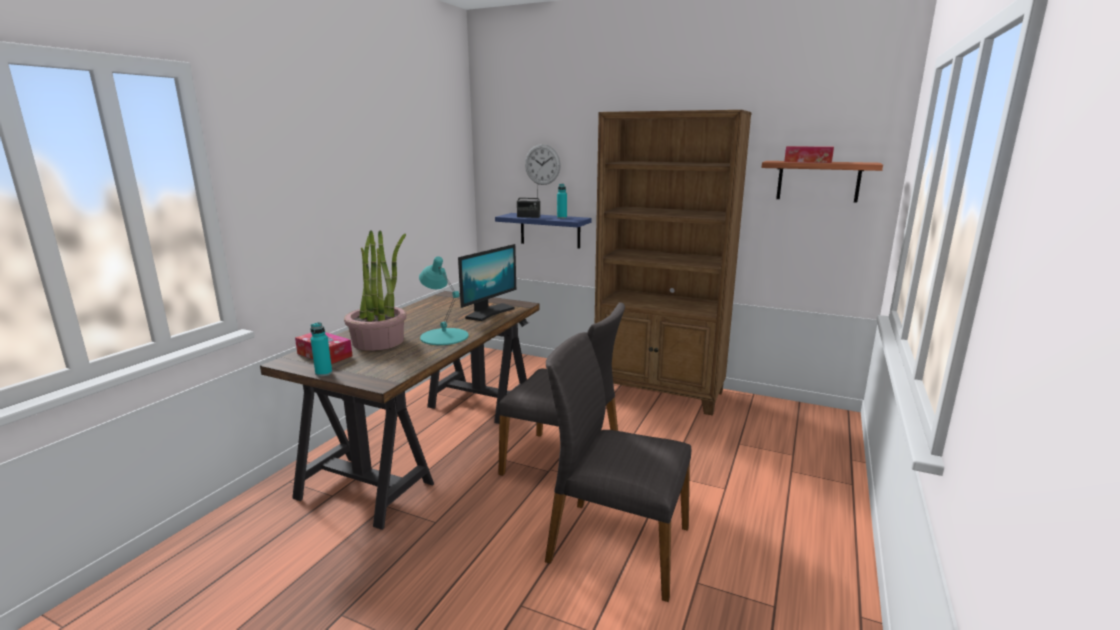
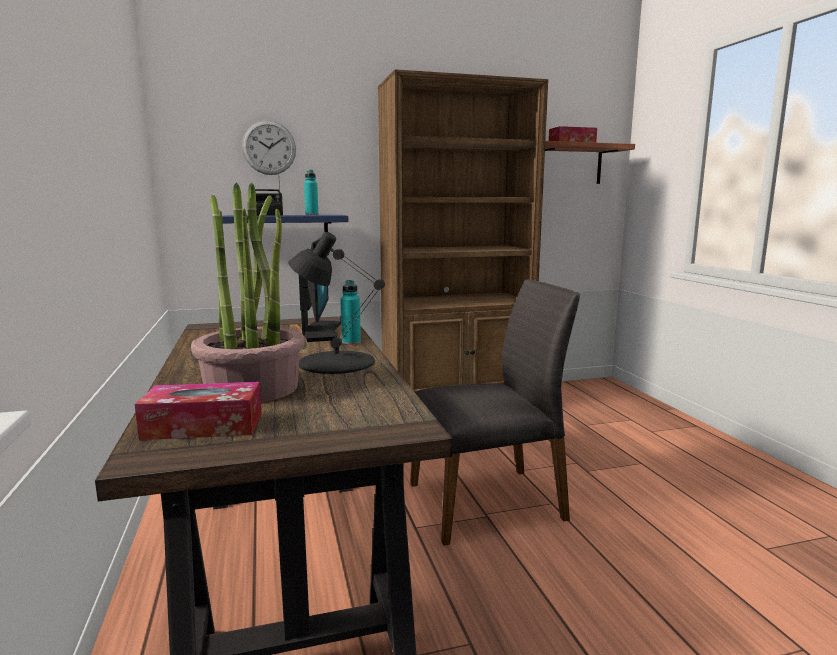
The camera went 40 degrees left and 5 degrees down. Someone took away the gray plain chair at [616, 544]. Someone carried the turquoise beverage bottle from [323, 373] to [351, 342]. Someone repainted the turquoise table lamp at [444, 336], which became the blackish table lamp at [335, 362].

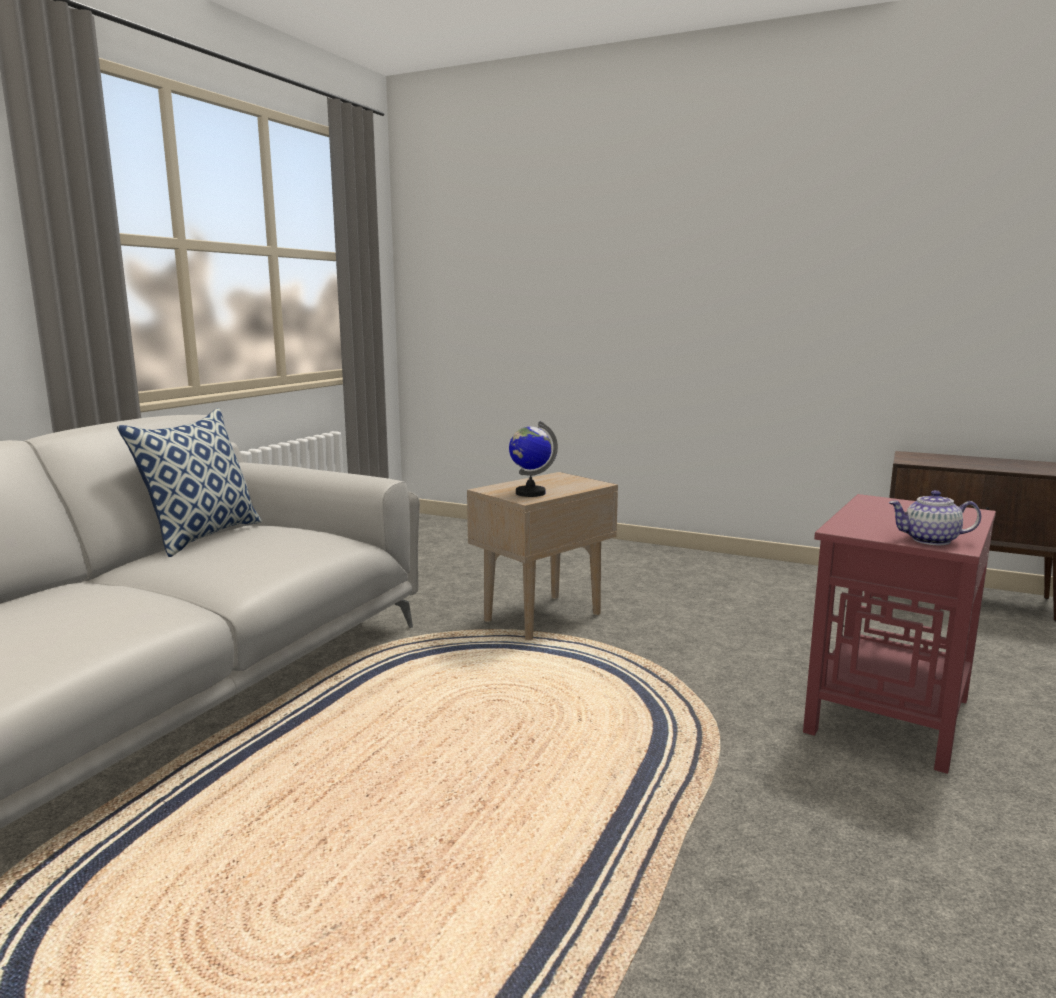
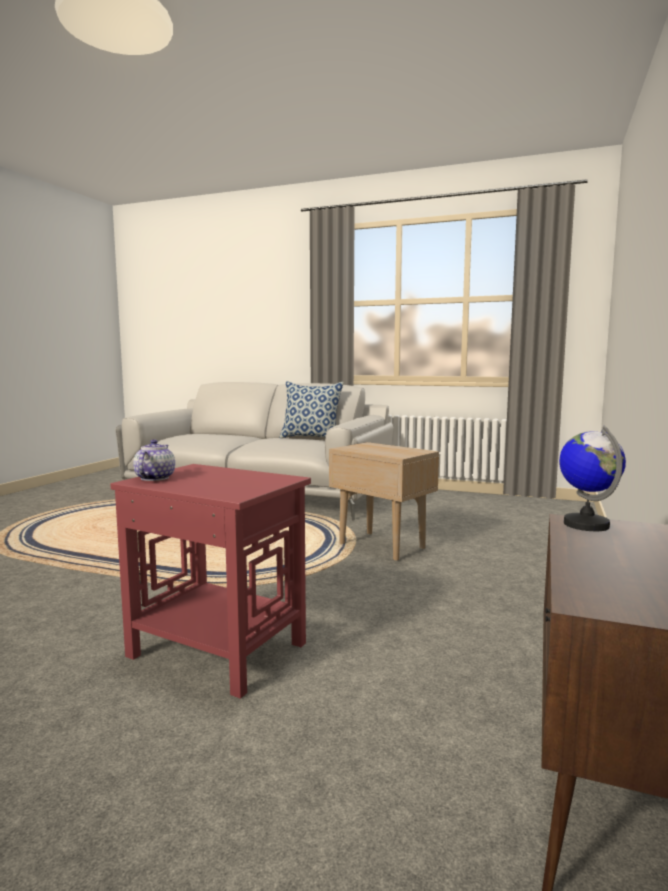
The camera went 85 degrees right and 5 degrees down. Someone carried the globe from [530, 493] to [586, 524].

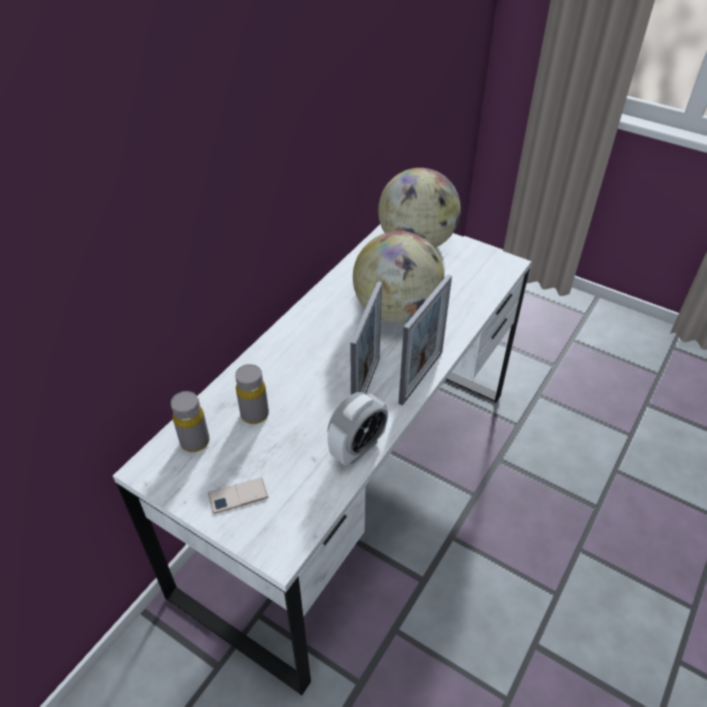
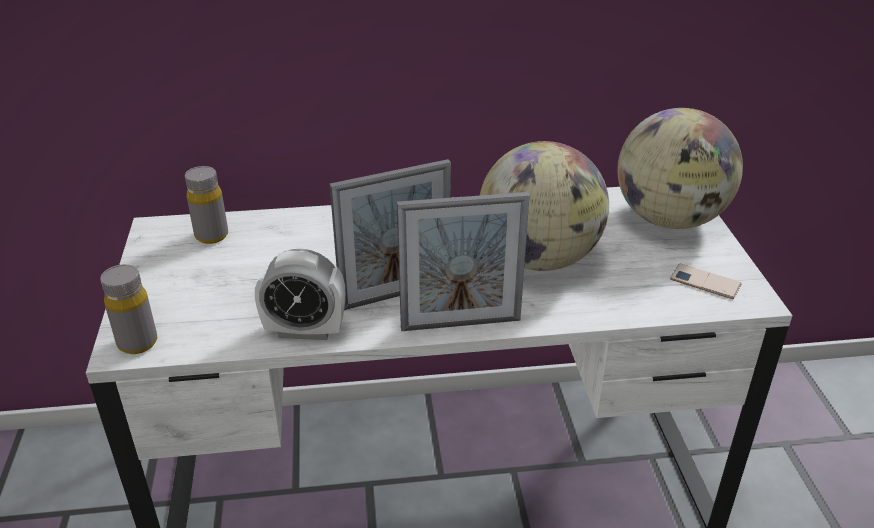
The camera went 50 degrees right and 10 degrees down. Someone carried the telephone from [238, 495] to [705, 282]. Someone carried the gray beverage bottle from [254, 414] to [137, 342].

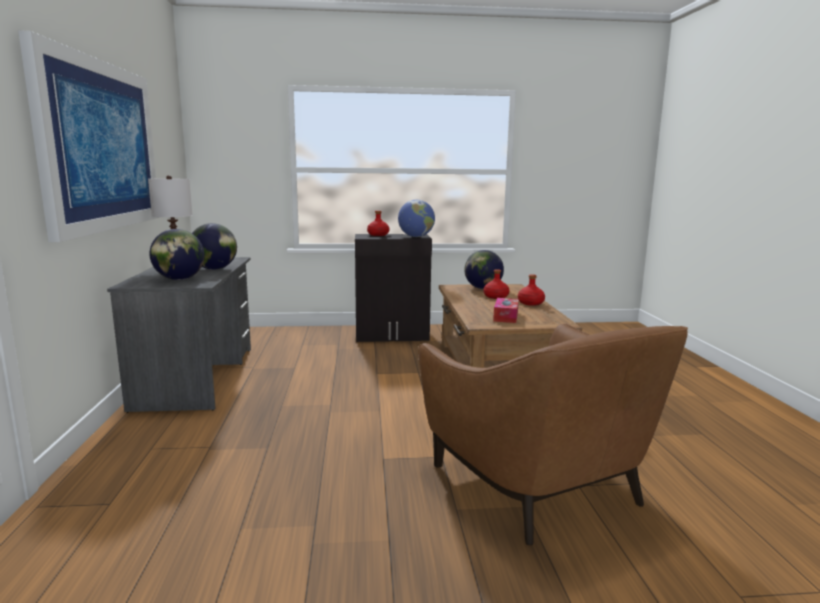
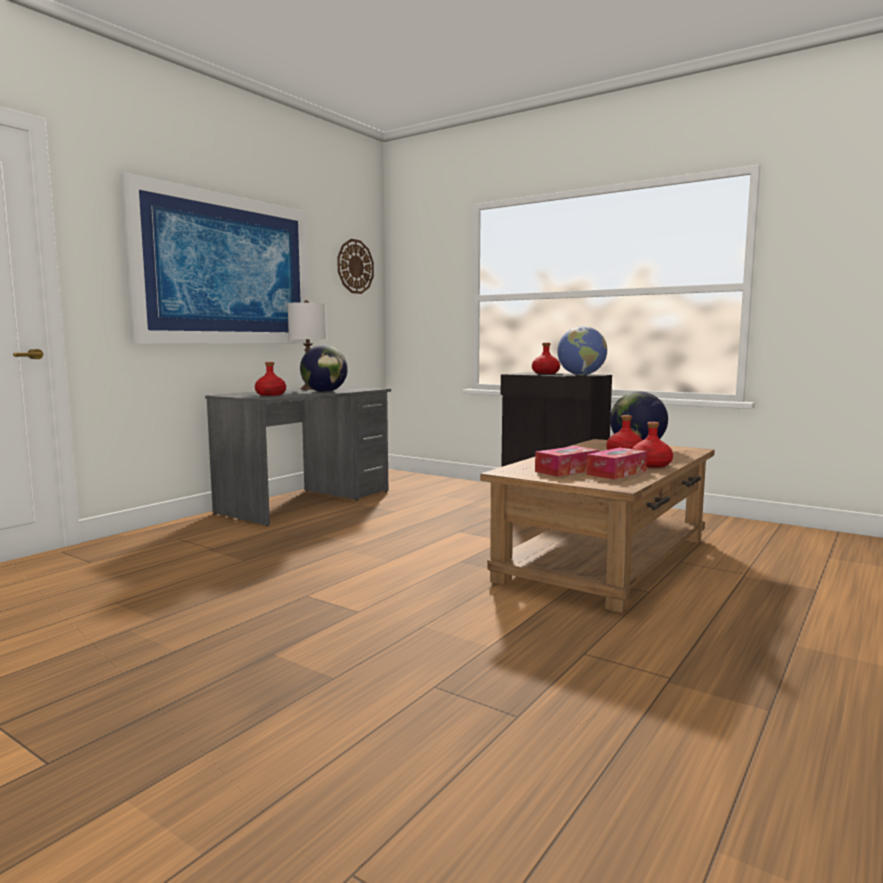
The camera went 40 degrees right and 5 degrees down. Someone took away the brownish lounge chair at [538, 485]. Someone put up the clock on the wall at [355, 266]. Someone put down the tissue holder at [616, 472]. Someone swapped the globe at [179, 279] for the red-coloured beverage bottle at [270, 394].

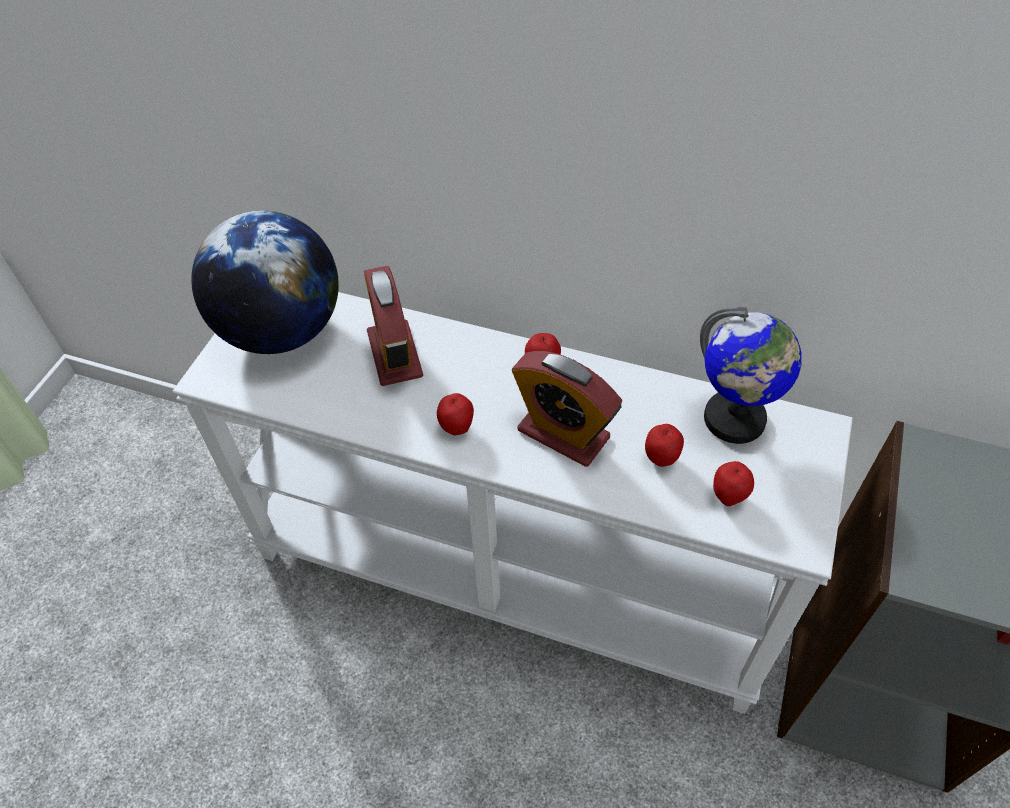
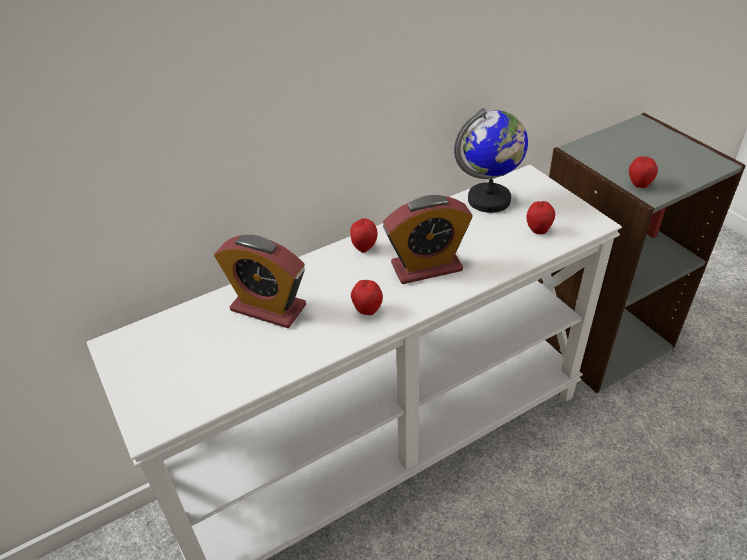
The camera went 50 degrees left and 10 degrees down. Someone took away the globe at [282, 331]. Someone carried the apple from [661, 458] to [639, 185].

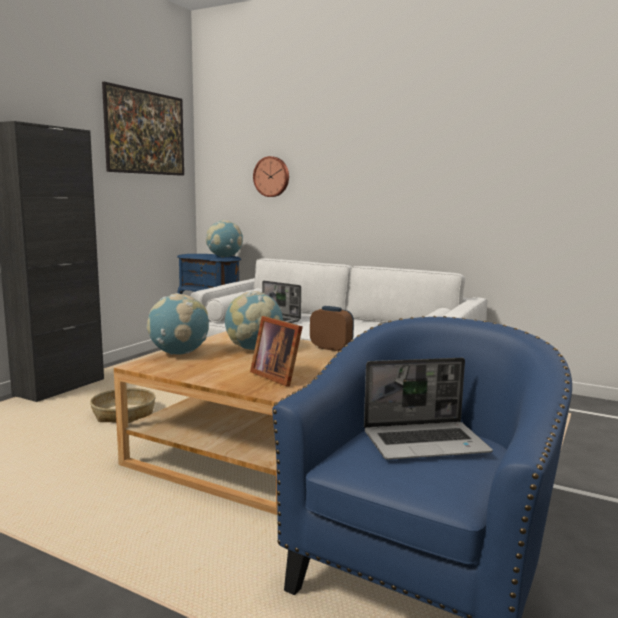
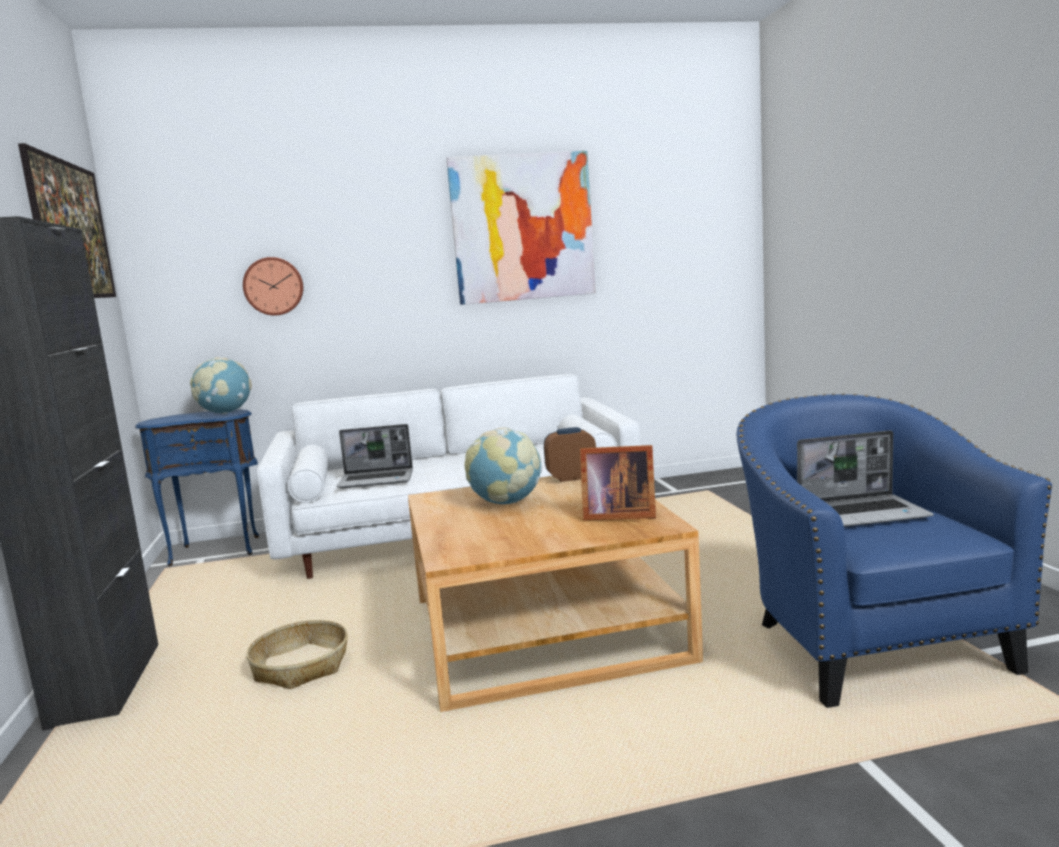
The camera went 40 degrees left and 0 degrees up. Someone took away the globe at [179, 353]. Someone put up the wall picture at [522, 228]. Someone rotated the notebook computer at [426, 442] by 45 degrees clockwise.

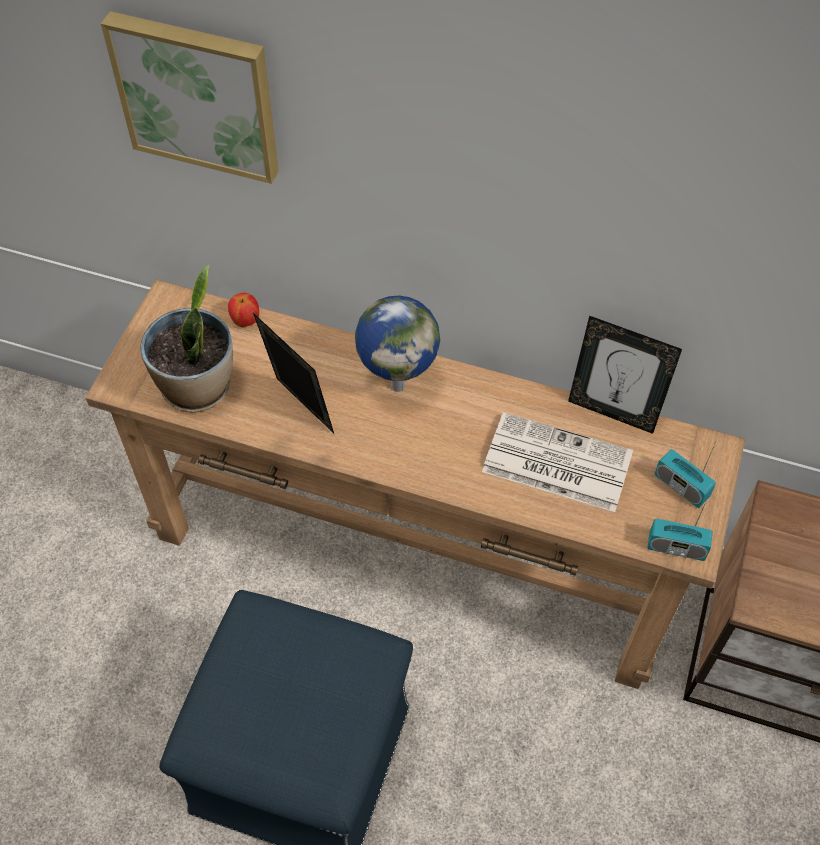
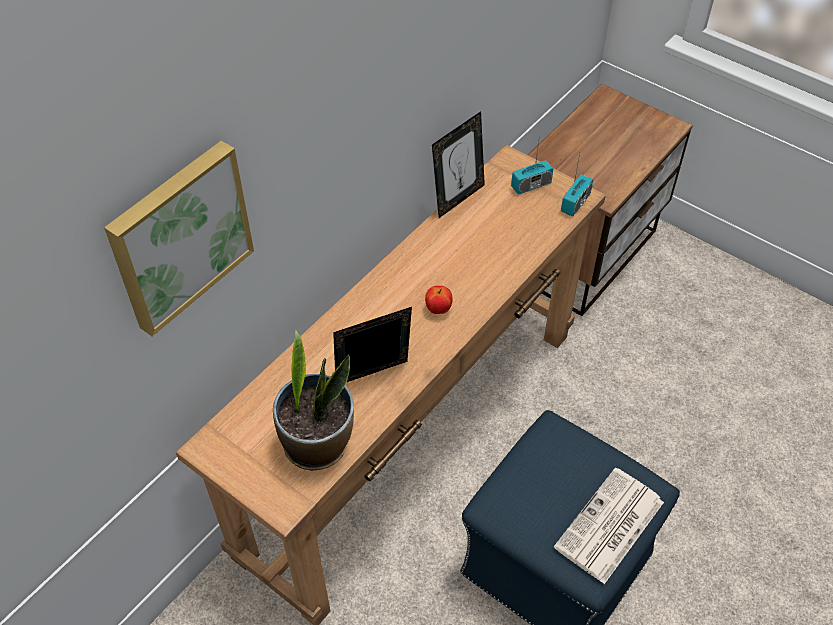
The camera went 70 degrees left and 5 degrees down. Someone took away the globe at [398, 384]. Someone carried the apple from [245, 321] to [438, 309]. Someone carried the daily paper from [555, 463] to [609, 526].

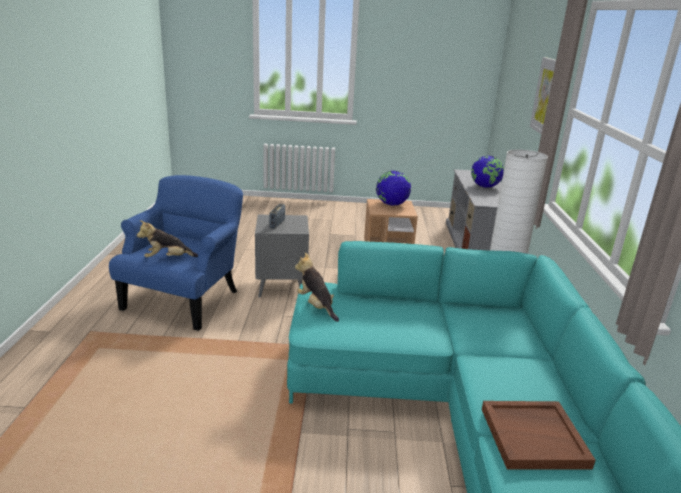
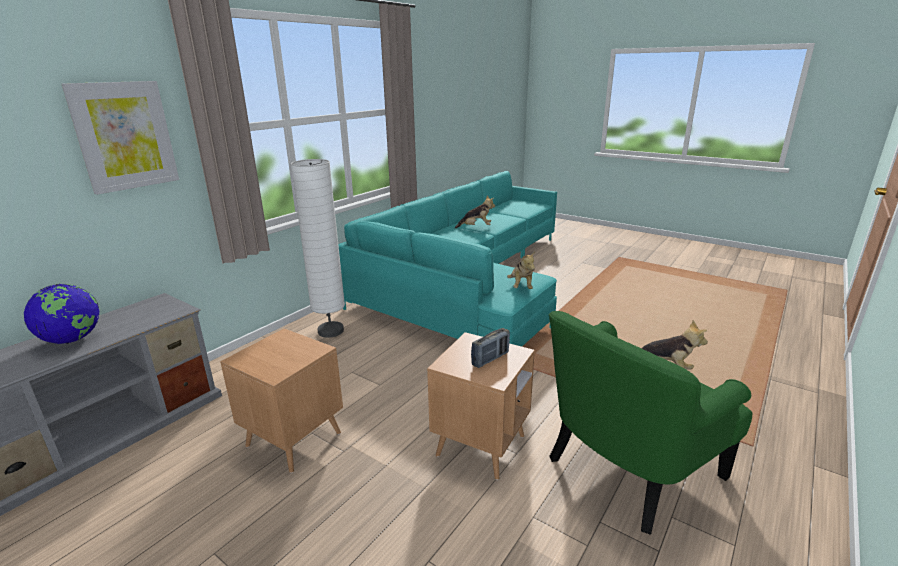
The camera went 145 degrees left and 0 degrees up. Someone took away the globe at [391, 204]. Someone swapped the brownish serving tray at [534, 436] for the soft toy at [476, 227]. Someone repainted the bluish lounge chair at [185, 299], which became the greenish lounge chair at [629, 467]. Someone repainted the gray side table at [281, 286], which became the brownish side table at [481, 445].

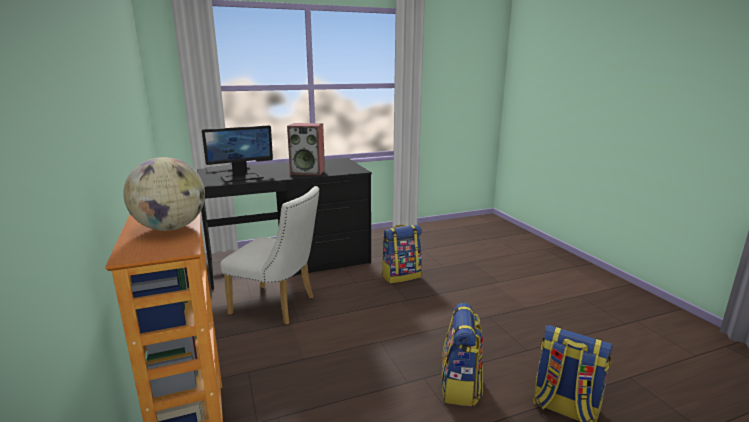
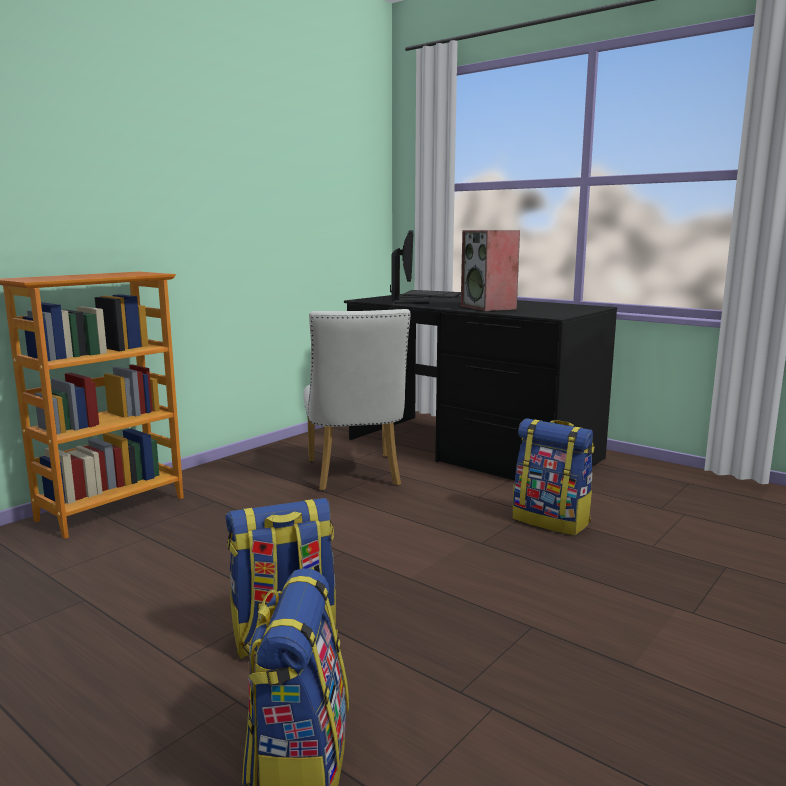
The camera went 60 degrees right and 5 degrees down. Someone took away the globe at [171, 228]. Someone rotated the monitor at [242, 177] by 120 degrees counterclockwise.

